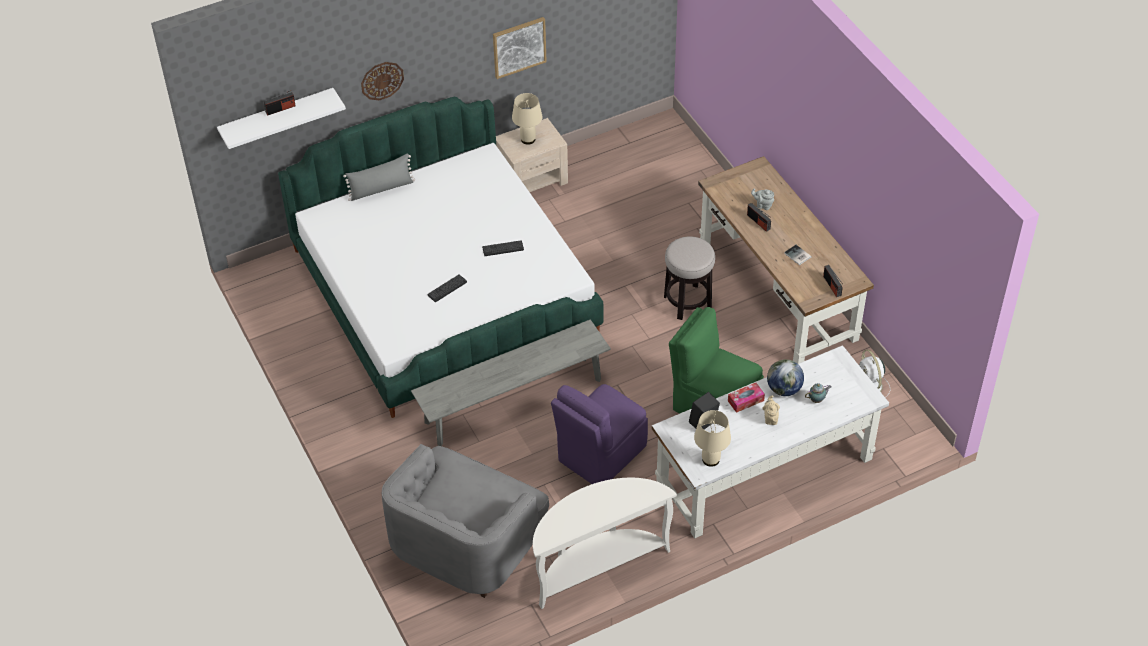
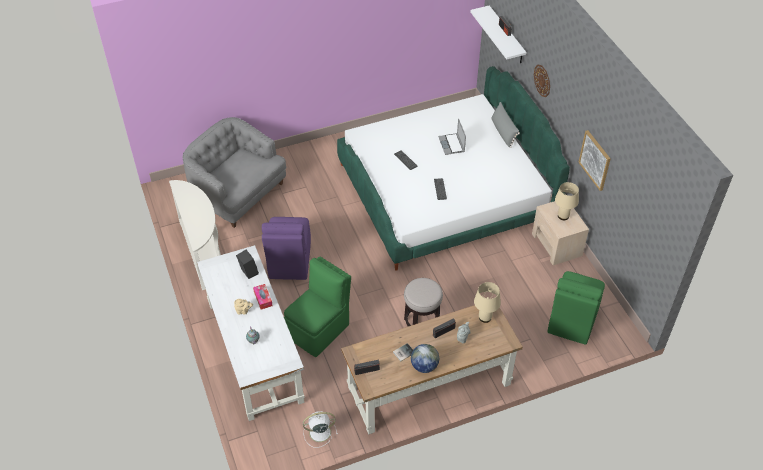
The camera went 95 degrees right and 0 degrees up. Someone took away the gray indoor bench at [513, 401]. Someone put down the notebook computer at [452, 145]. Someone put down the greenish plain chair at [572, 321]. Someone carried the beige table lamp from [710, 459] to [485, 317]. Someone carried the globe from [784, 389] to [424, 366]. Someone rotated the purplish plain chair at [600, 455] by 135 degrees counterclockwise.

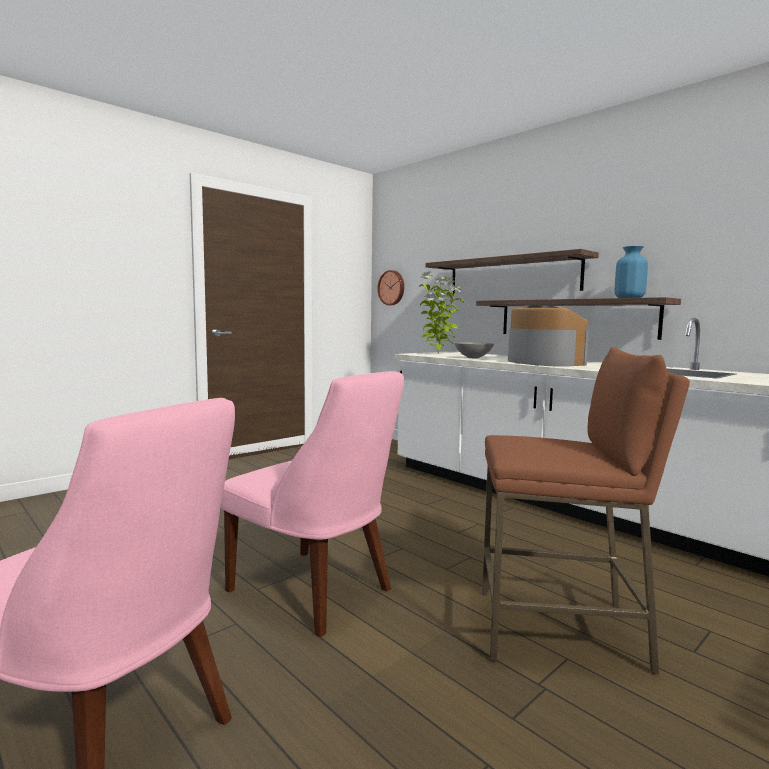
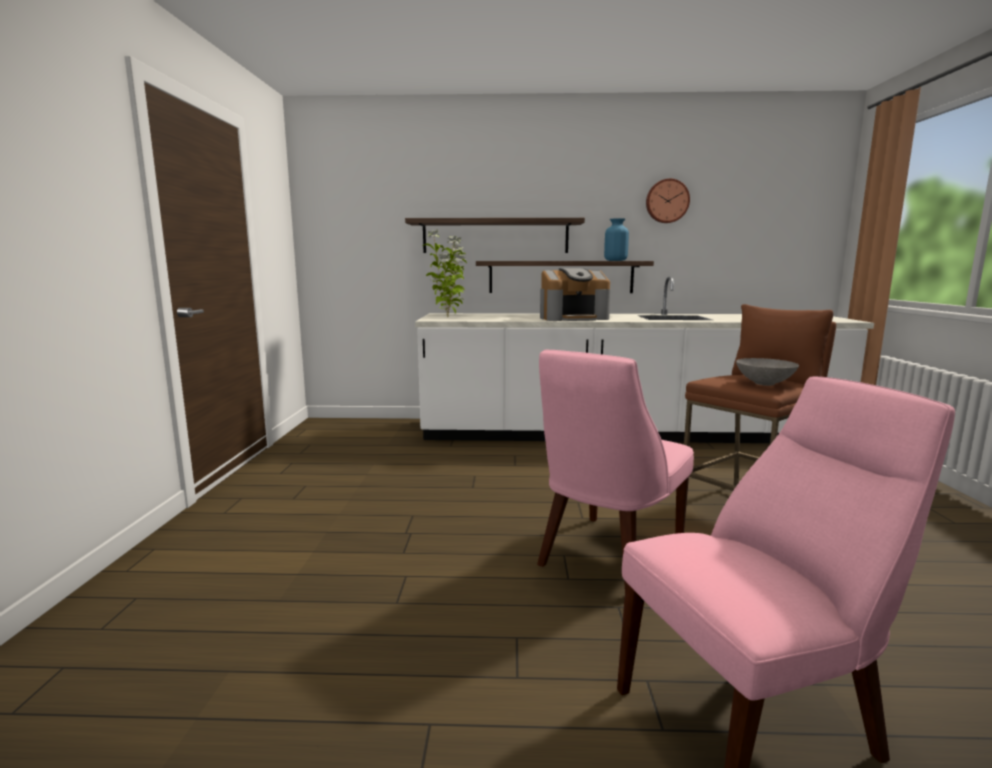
The camera went 45 degrees left and 5 degrees up. Someone carried the clock on the wall from [392, 288] to [667, 201]. Someone carried the gray bowl from [473, 357] to [763, 383]. Someone rotated the pink-coloured plain chair at [315, 592] by 135 degrees clockwise. Someone rotated the coffee maker at [543, 362] by 150 degrees clockwise.

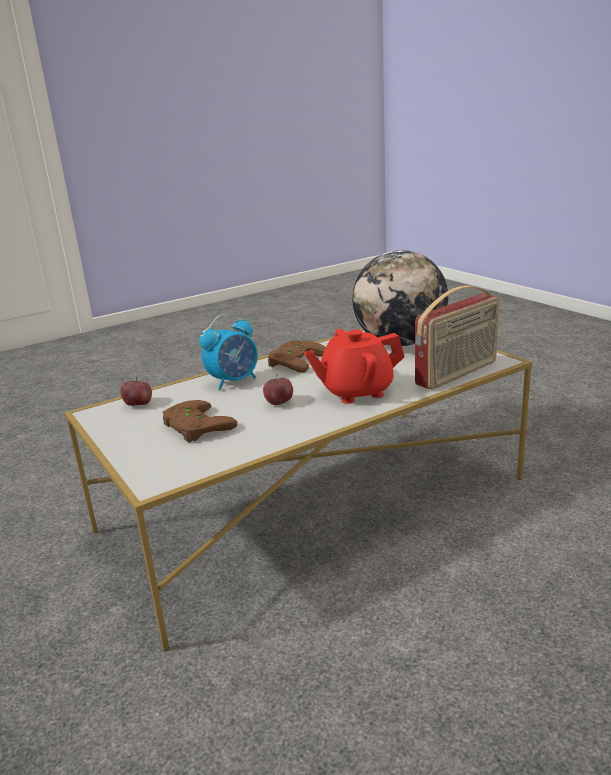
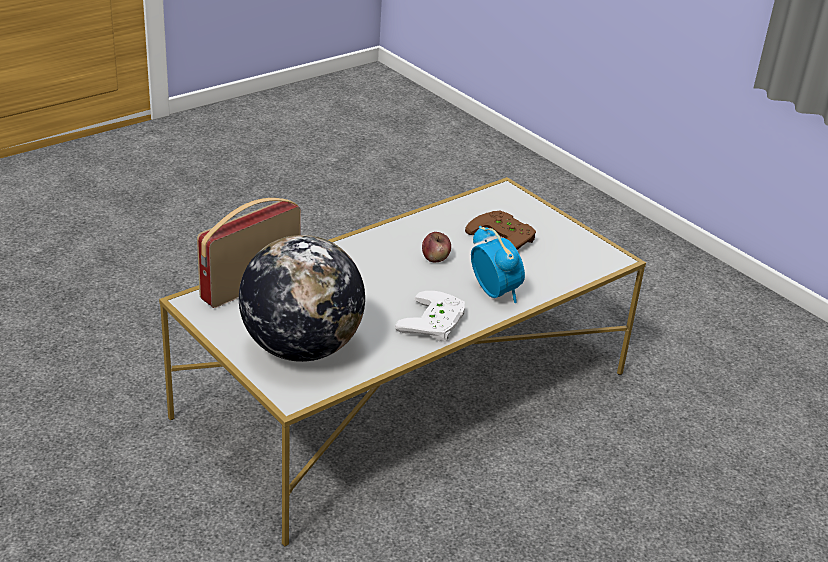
The camera went 170 degrees right and 10 degrees up. Someone took away the apple at [138, 404]. Someone took away the red-coloured pot for tea at [355, 392]. Someone repainted the brownish joypad at [293, 360], which became the white-coloured joypad at [436, 323]. Someone rotated the table clock at [234, 381] by 105 degrees clockwise.

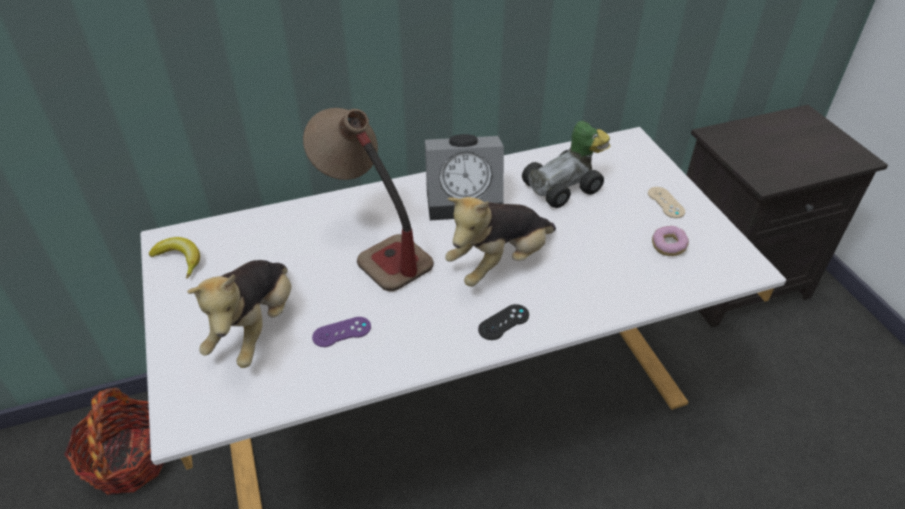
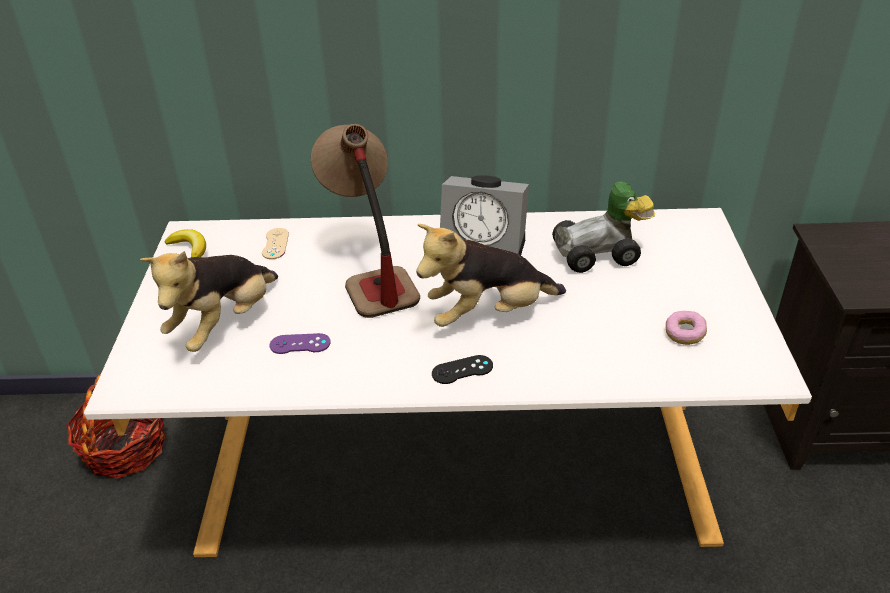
The camera went 20 degrees right and 5 degrees down. Someone carried the beige joypad from [666, 202] to [275, 244].

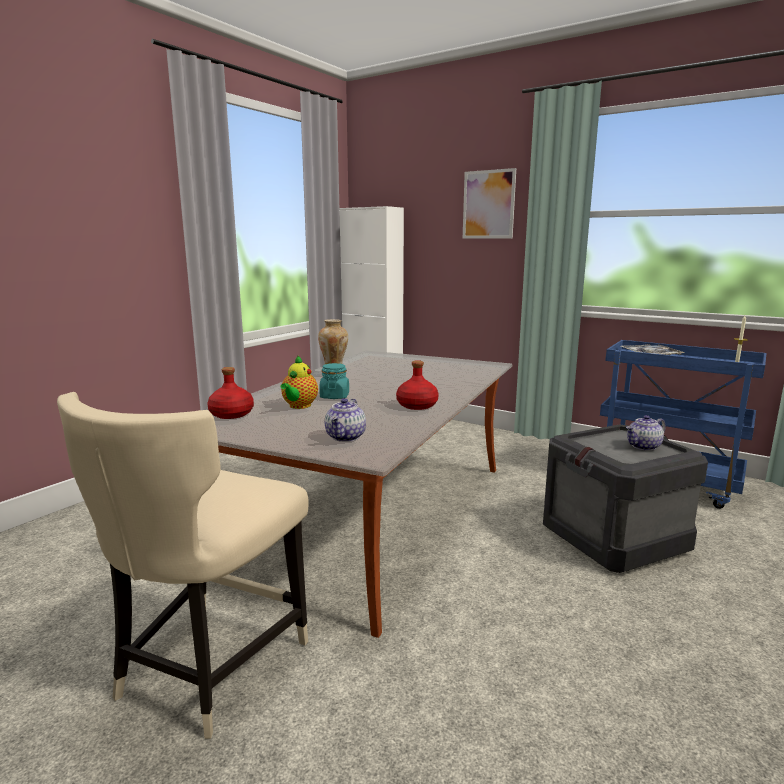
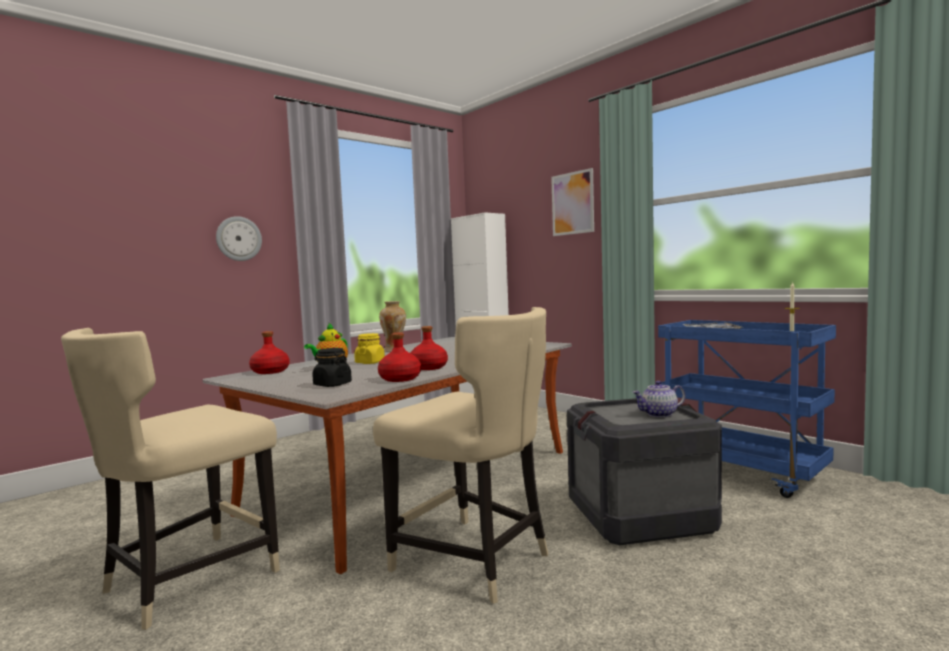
The camera went 15 degrees right and 10 degrees down. Someone put up the clock on the wall at [239, 238]. Someone put down the beige plain chair at [475, 561]. Someone put down the red-coloured beverage bottle at [399, 379]. Someone swapped the pot for tea at [346, 437] for the blackish storage jar at [332, 384]. Someone repainted the turquoise storage jar at [334, 396], which became the yellowish storage jar at [370, 362].

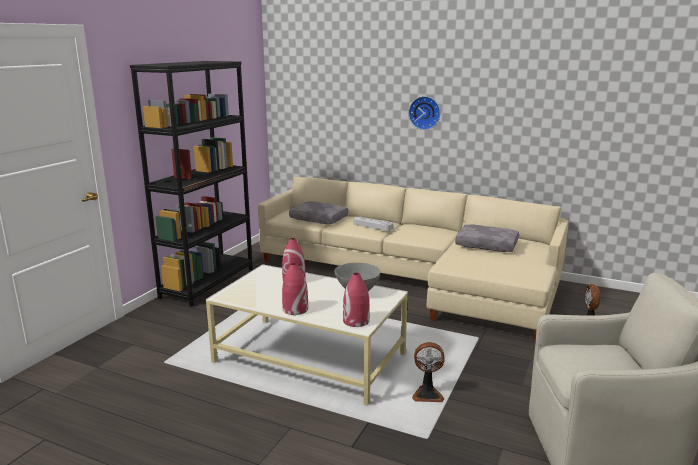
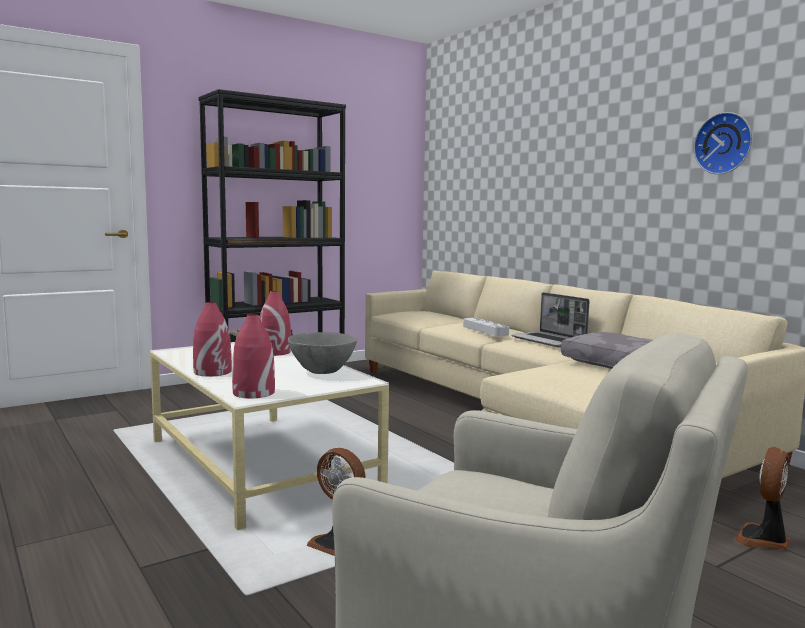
The camera went 30 degrees right and 10 degrees down. Someone took away the gray pillow at [319, 219]. Someone put down the notebook computer at [549, 341]. Someone carried the clock on the wall from [425, 112] to [724, 143].

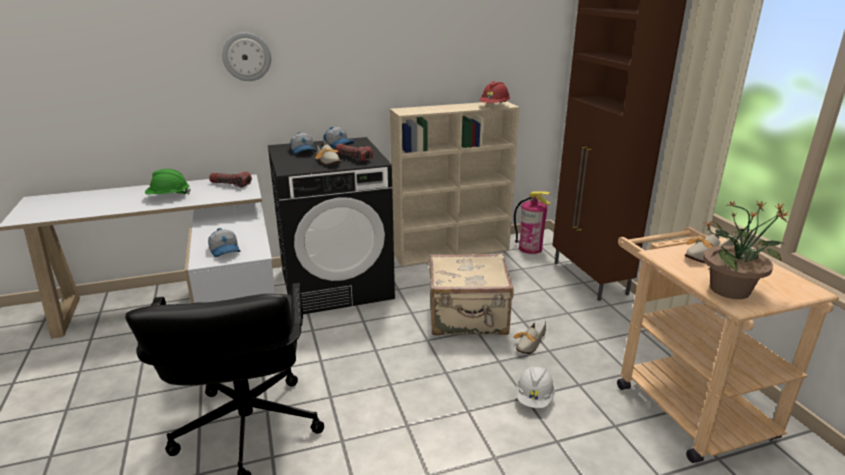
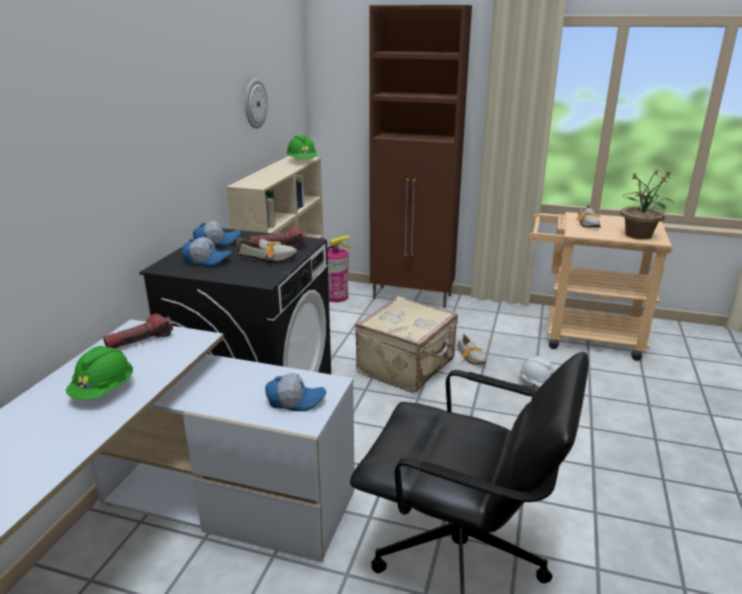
The camera went 55 degrees left and 0 degrees up. Someone carried the clock on the wall from [246, 56] to [255, 103]. Someone repainted the red-coloured work helmet at [494, 106], which became the greenish work helmet at [302, 161].

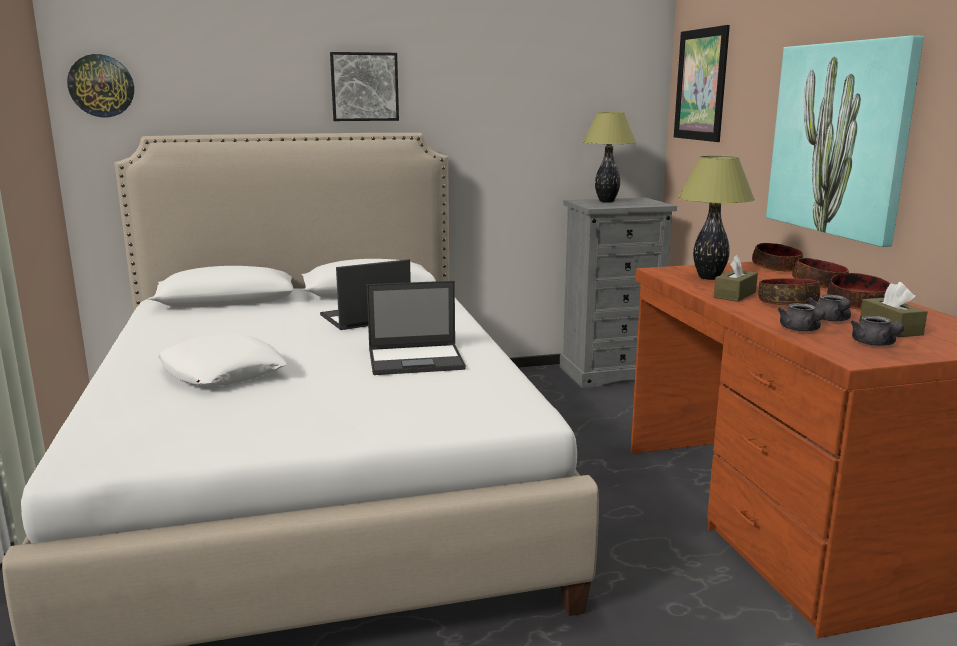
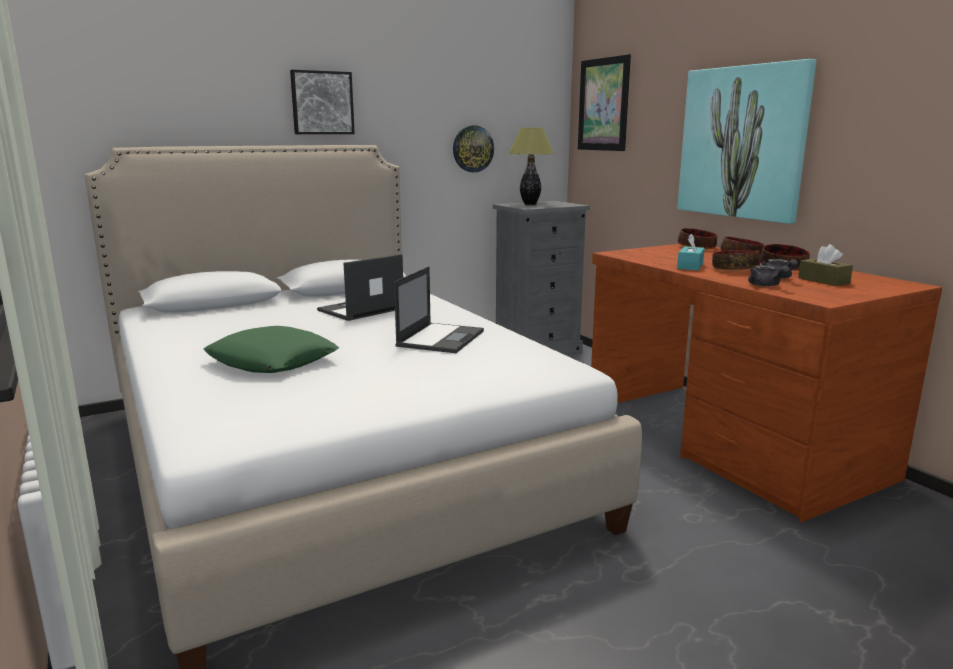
The camera went 15 degrees left and 0 degrees up. Someone took away the table lamp at [708, 277]. Someone took away the gray pot for tea at [875, 344]. Someone carried the clock on the wall from [101, 86] to [473, 149]. Someone repainted the white-coloured pillow at [223, 372], which became the greenish pillow at [272, 361]. Someone repainted the brownish tissue holder at [734, 295], which became the turquoise tissue holder at [690, 266]. Someone rotated the notebook computer at [417, 360] by 45 degrees counterclockwise.

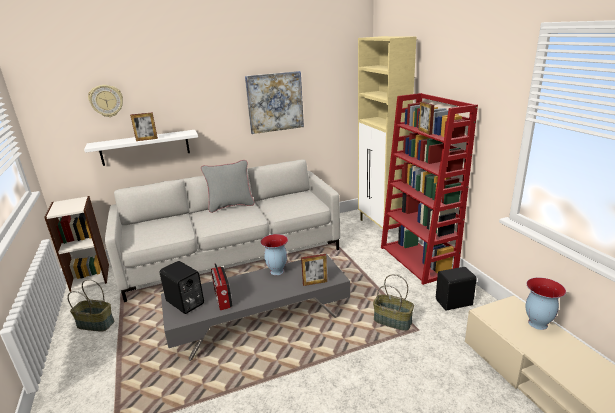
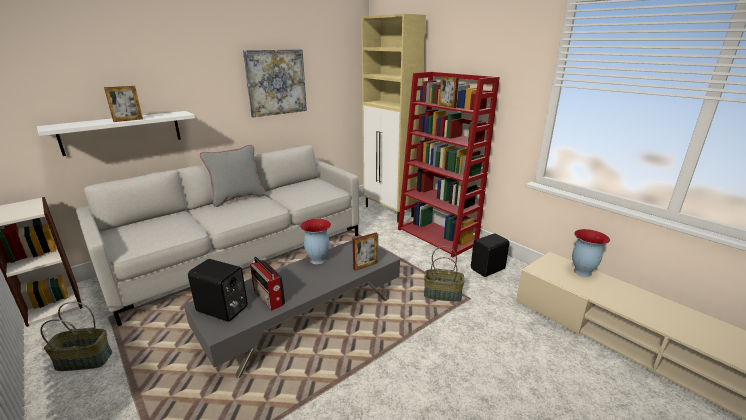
The camera went 20 degrees left and 0 degrees up. Someone took away the clock on the wall at [106, 101].

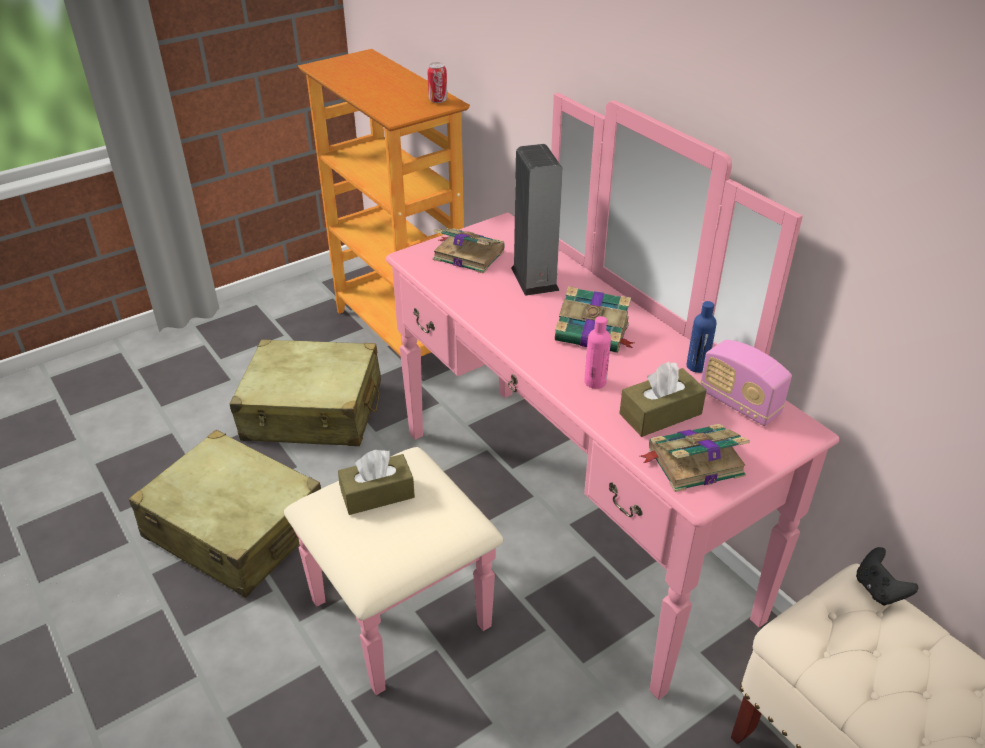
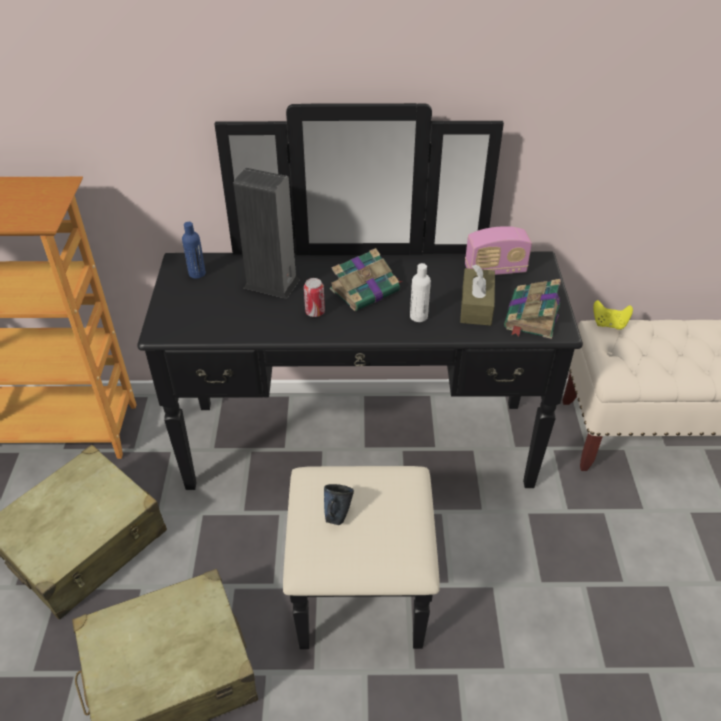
The camera went 55 degrees left and 5 degrees up. Someone took away the bound book at [467, 255]. Someone carried the sealed can from [438, 100] to [315, 312]. Someone carried the bluish beverage bottle from [697, 366] to [197, 273]. Someone swapped the brownish tissue holder at [377, 494] for the bluish mug at [337, 515]. Someone repainted the pink-coloured drawer chest at [534, 539], which became the blackish drawer chest at [361, 474]. Someone repainted the pink-coloured beverage bottle at [595, 382], which became the white-coloured beverage bottle at [418, 316]. Someone repainted the blackish joypad at [878, 590], which became the yellowish joypad at [609, 324].

